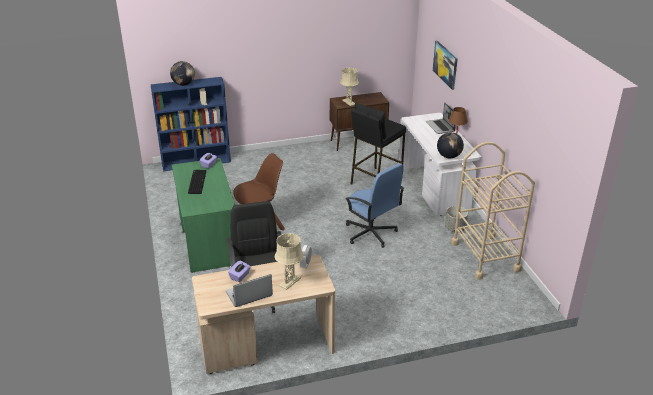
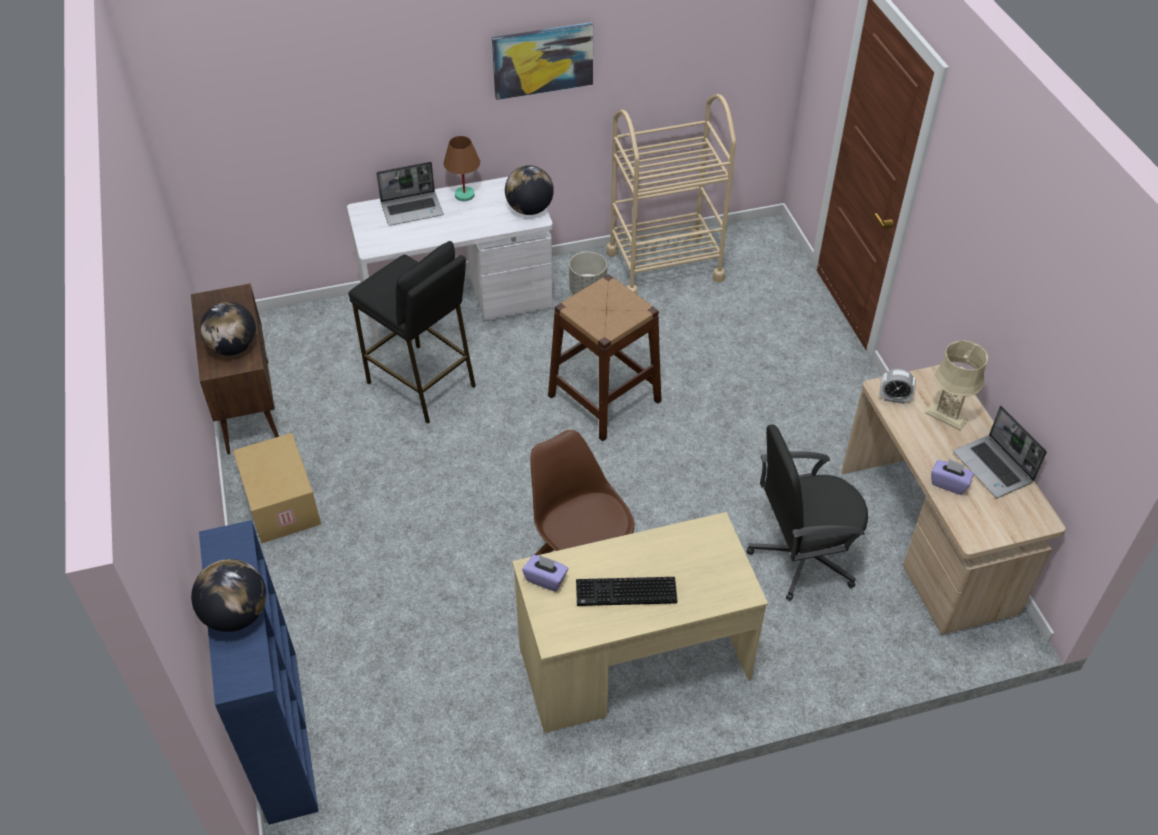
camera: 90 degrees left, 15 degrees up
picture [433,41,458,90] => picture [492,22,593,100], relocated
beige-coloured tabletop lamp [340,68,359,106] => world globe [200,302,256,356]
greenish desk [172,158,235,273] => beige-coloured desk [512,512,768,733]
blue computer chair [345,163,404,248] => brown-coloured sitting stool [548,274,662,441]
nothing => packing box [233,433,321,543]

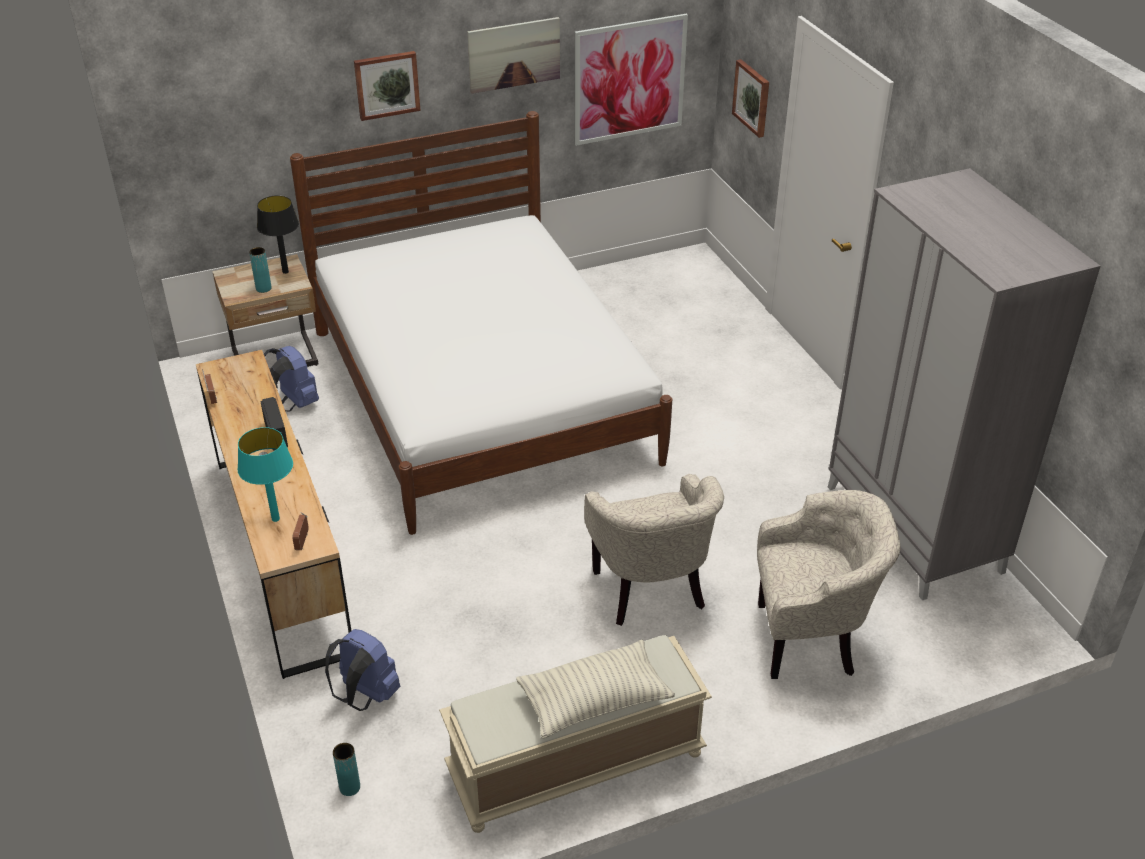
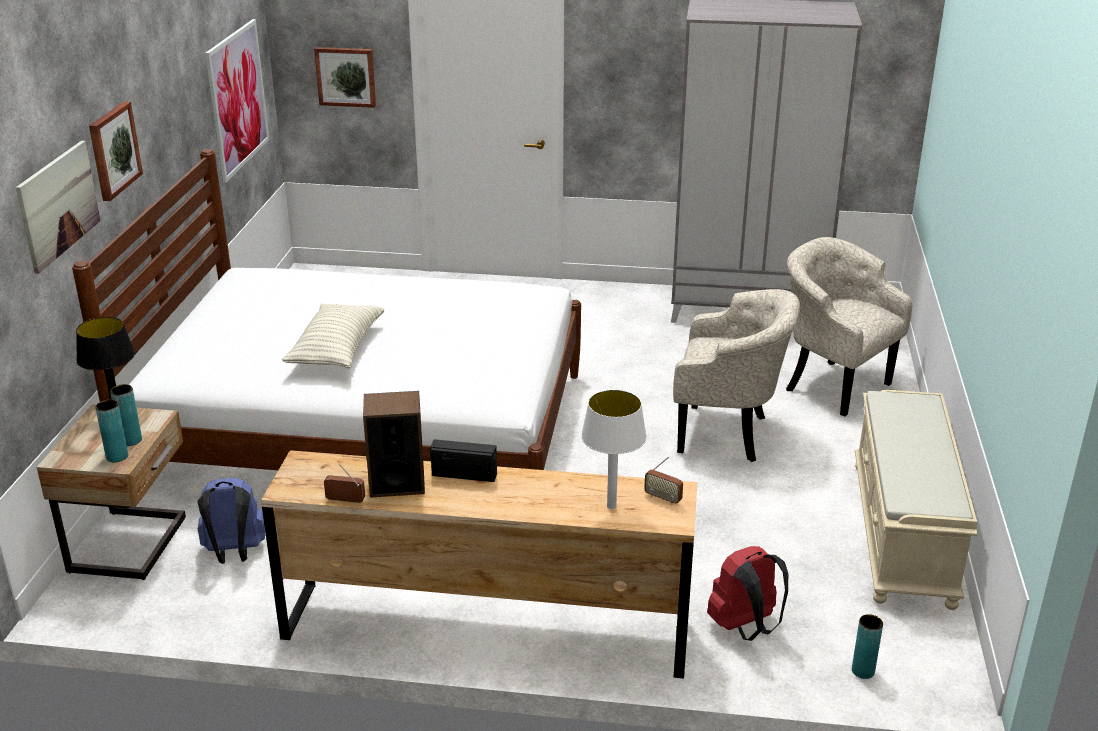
camera: 60 degrees left, 10 degrees down
picture [467,17,560,94] => picture [16,141,101,273], relocated
turquoise tabletop lamp [238,427,293,522] => whitish tabletop lamp [581,390,647,509]
beige-coloured lounge chair [757,490,901,679] => beige-coloured lounge chair [786,237,912,417], 75 degrees counterclockwise
blue knapsack [325,629,400,711] => reddish knapsack [707,546,788,641]
cushion [516,640,675,739] => cushion [282,304,384,368], relocated
nothing => audio speaker [363,391,425,498]
nothing => turquoise flower vase [95,400,128,462]

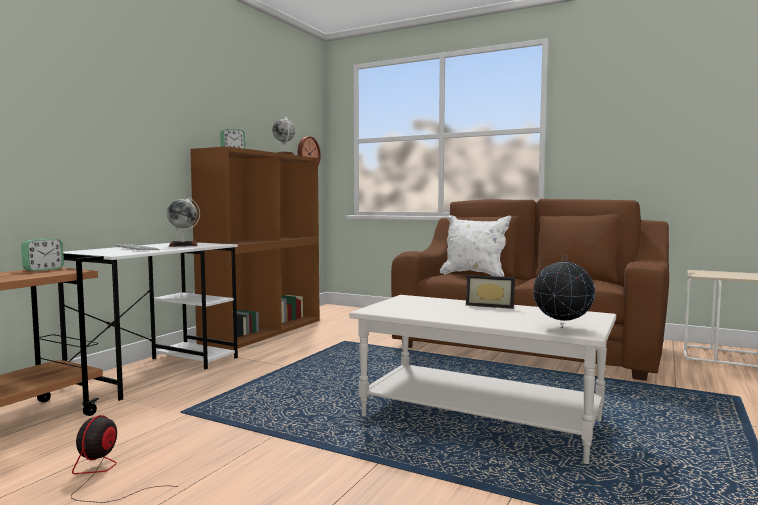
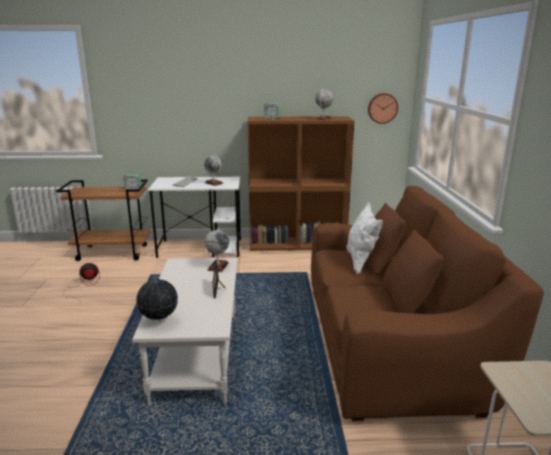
camera: 60 degrees right, 15 degrees up
nothing => world globe [205,228,229,272]

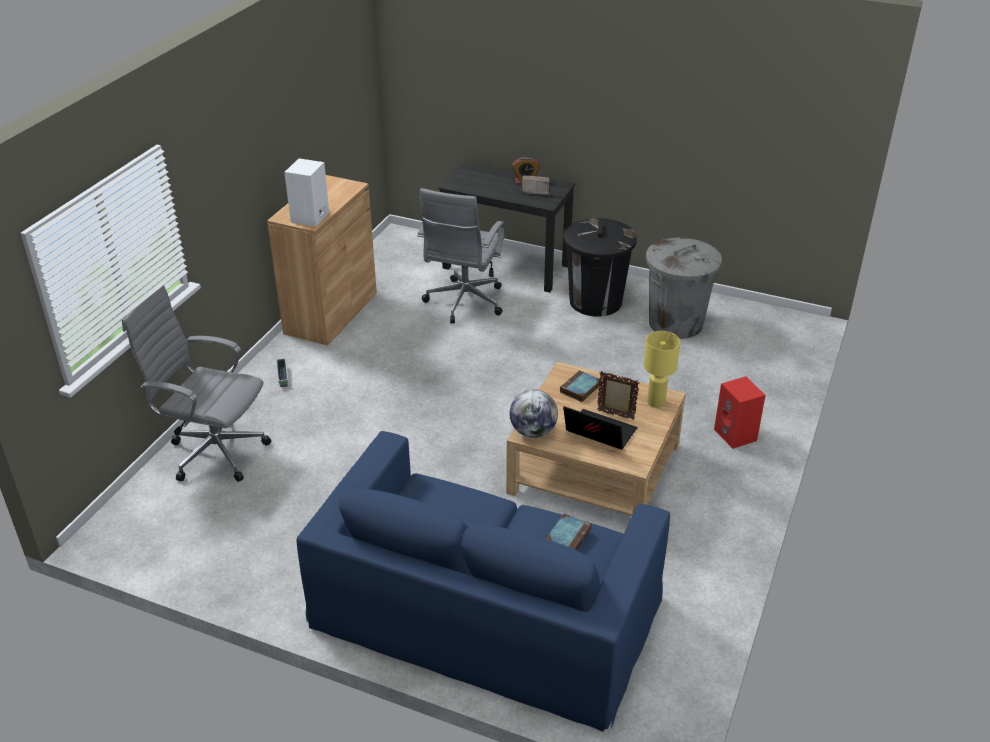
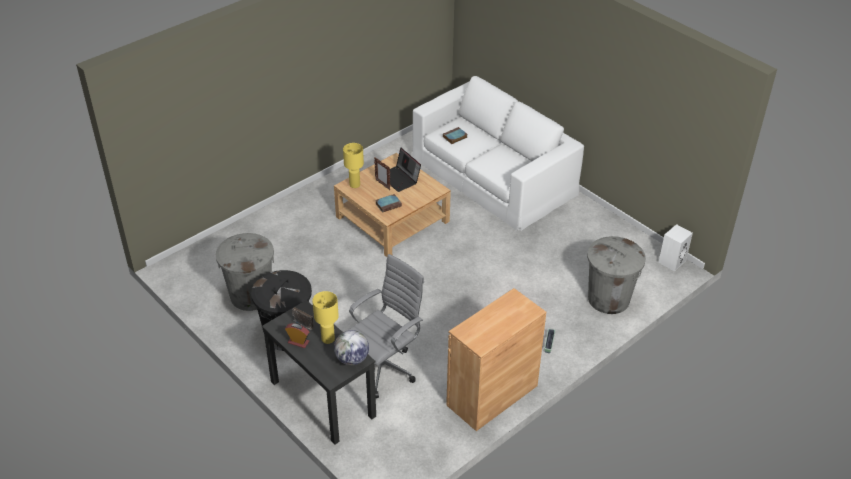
camera: 155 degrees left, 5 degrees up
whitish audio speaker [284,158,329,227] => whitish audio speaker [658,224,693,271], relocated
gray computer chair [122,285,271,482] => gray trash can [587,236,646,314]
reddish audio speaker [714,376,766,449] => nothing
world globe [510,389,558,438] => world globe [334,330,369,365], relocated
blue settee [296,431,670,732] => whitish settee [412,76,584,231]
nothing => yellowish tabletop lamp [312,291,339,344]

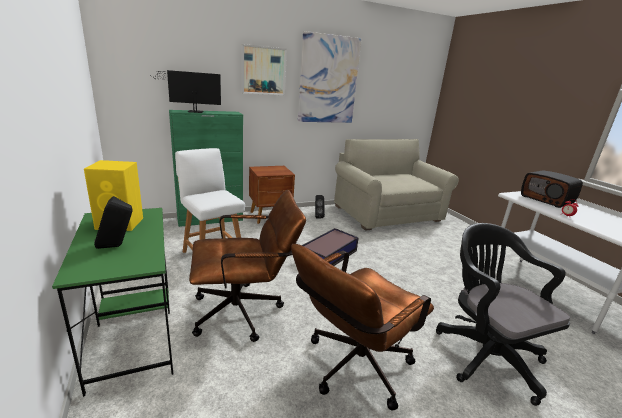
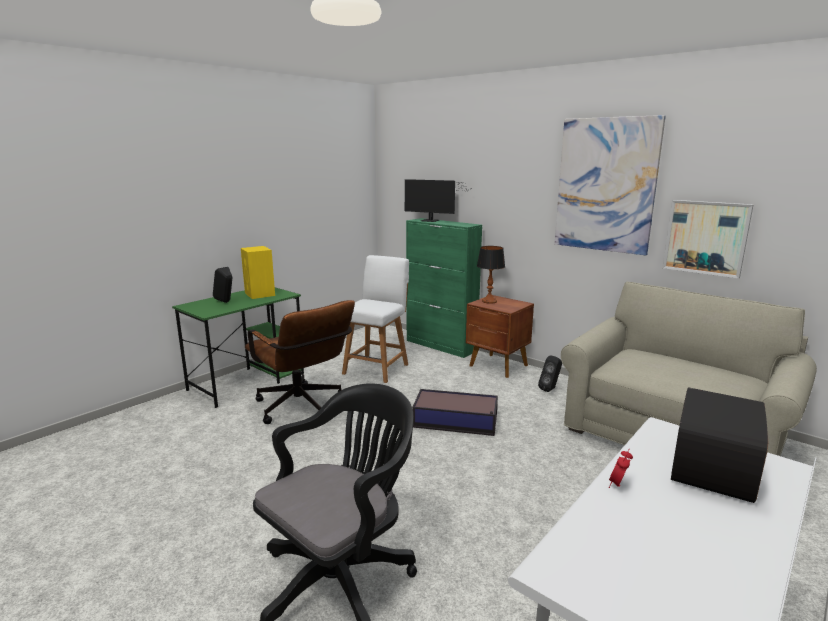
camera: 65 degrees right, 5 degrees down
picture [242,44,287,95] => picture [663,200,754,279], relocated
computer screen [153,70,221,113] => computer screen [404,179,472,222], 150 degrees clockwise
brown-coloured computer chair [291,244,434,411] => nothing
nothing => tabletop lamp [477,246,505,304]

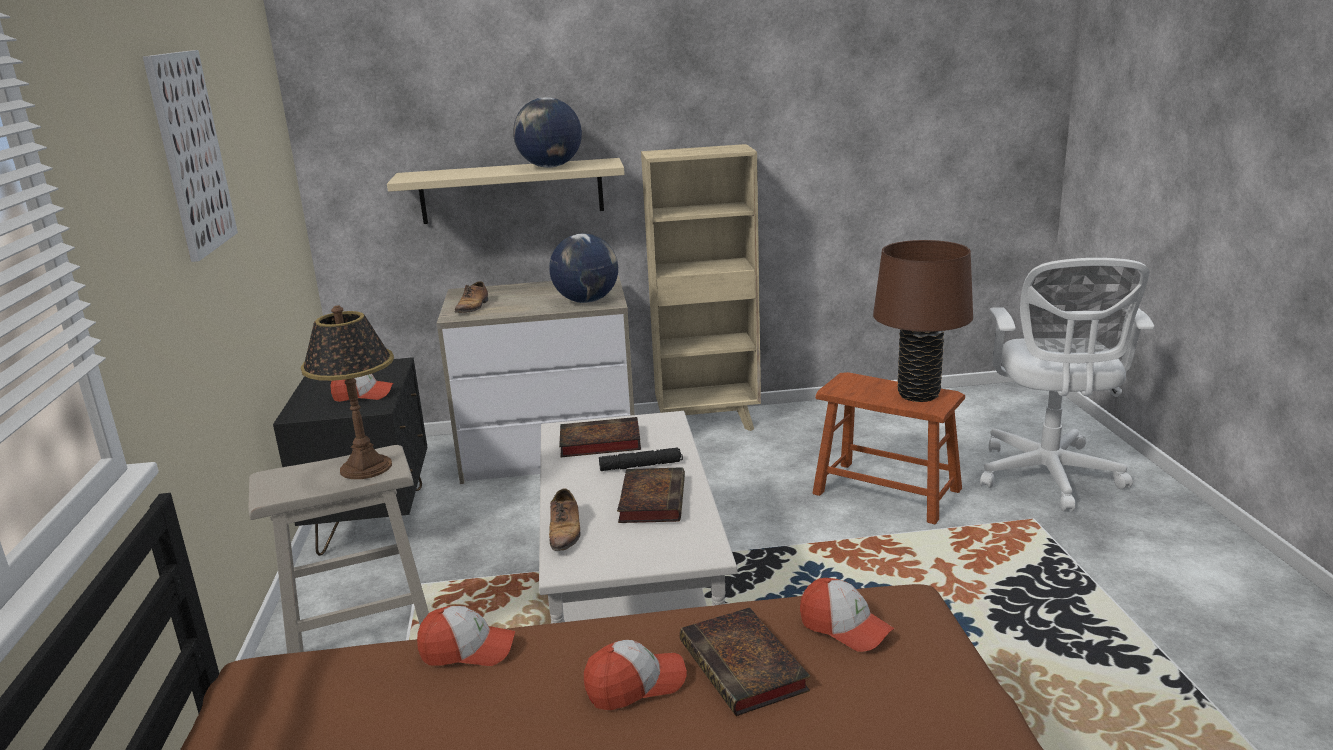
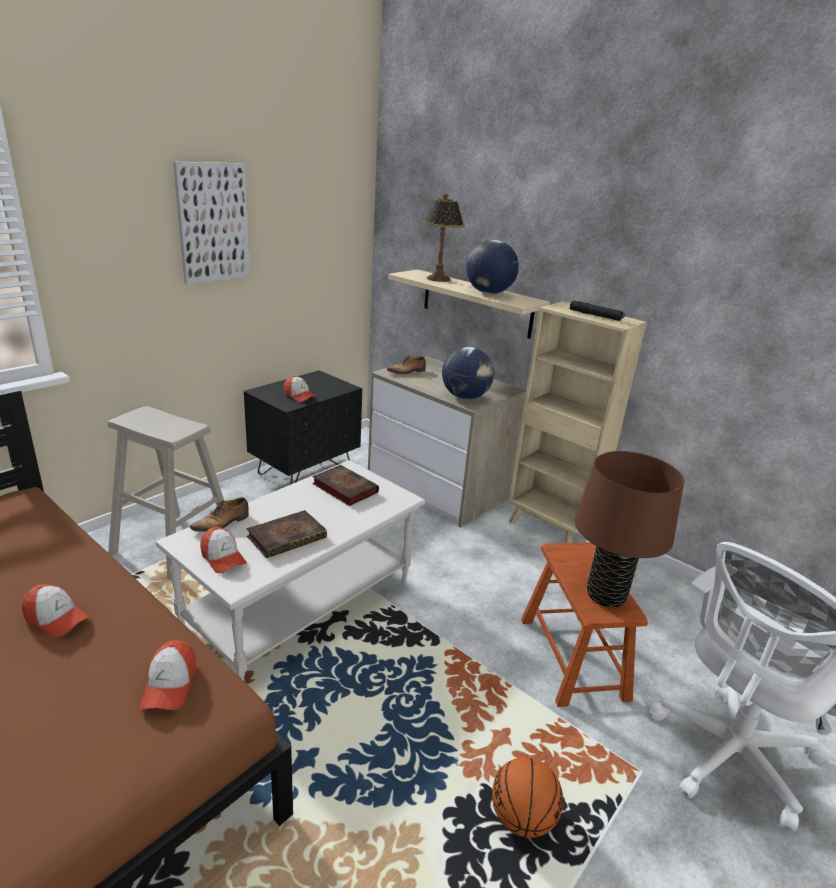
camera: 45 degrees right, 5 degrees up
tabletop lamp [301,306,394,479] => tabletop lamp [423,194,465,282], relocated
black-coloured hand torch [599,447,683,471] => black-coloured hand torch [570,300,625,321], relocated
cap [417,606,515,666] => cap [200,527,247,573], relocated
volume [680,607,810,716] => nothing
nothing => basketball [492,757,563,838]

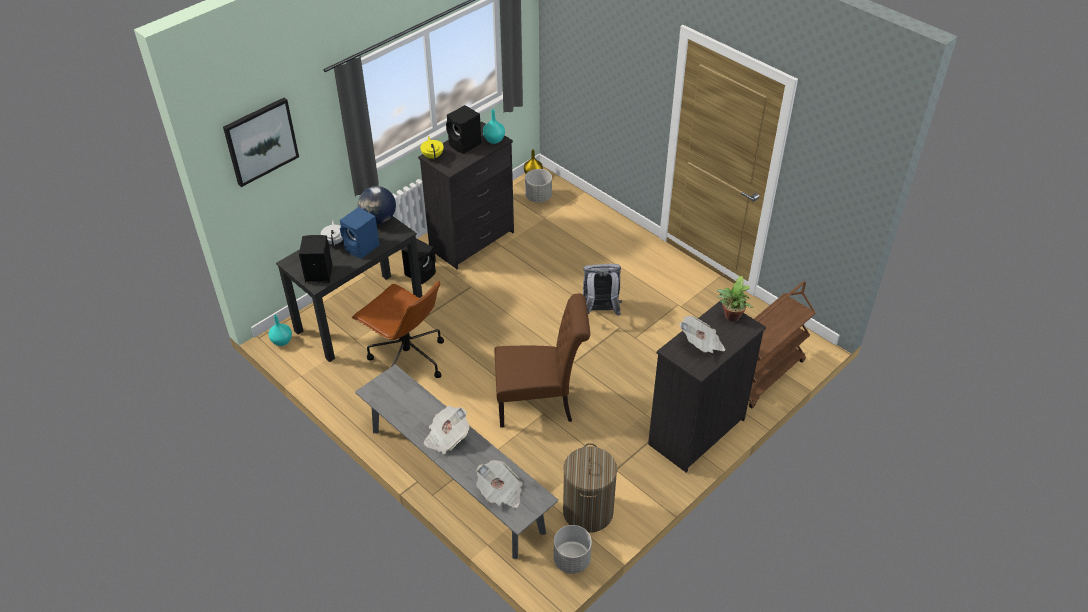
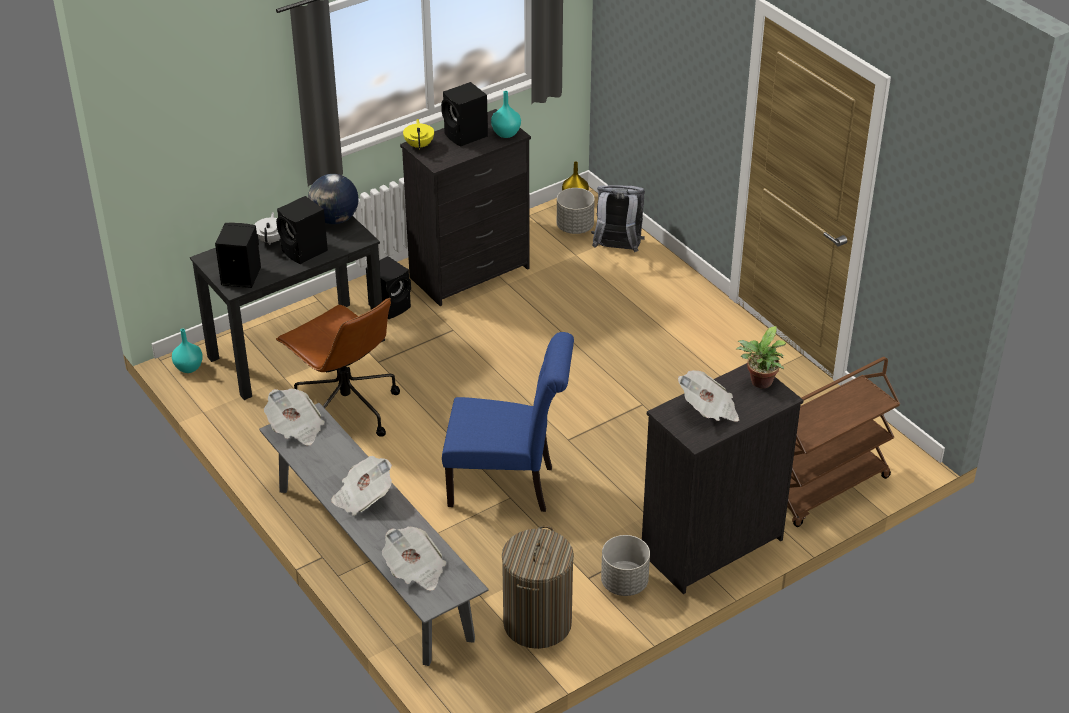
camera: 10 degrees right, 5 degrees down
picture [223,98,299,187] => nothing
blue audio speaker [340,207,380,259] => black-coloured audio speaker [276,196,328,264]
gray knapsack [583,264,622,316] => gray knapsack [591,185,645,252], relocated
brown-coloured plain chair [494,293,590,428] => blue plain chair [442,332,574,512]
gray plant pot [554,525,592,574] => gray plant pot [601,535,650,596], relocated
nothing => newspaper [264,389,325,446]

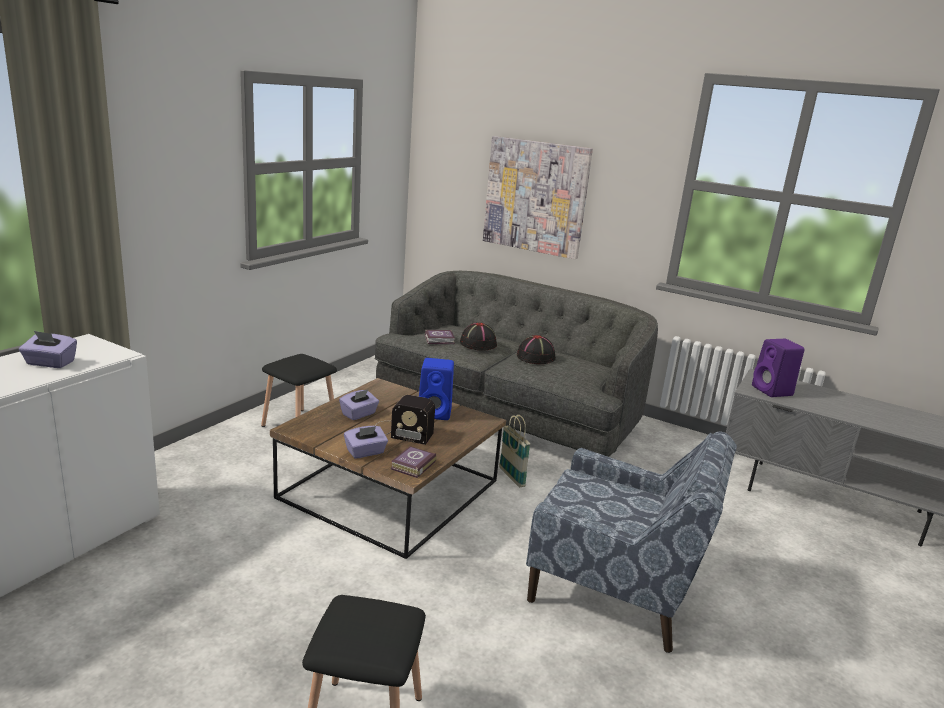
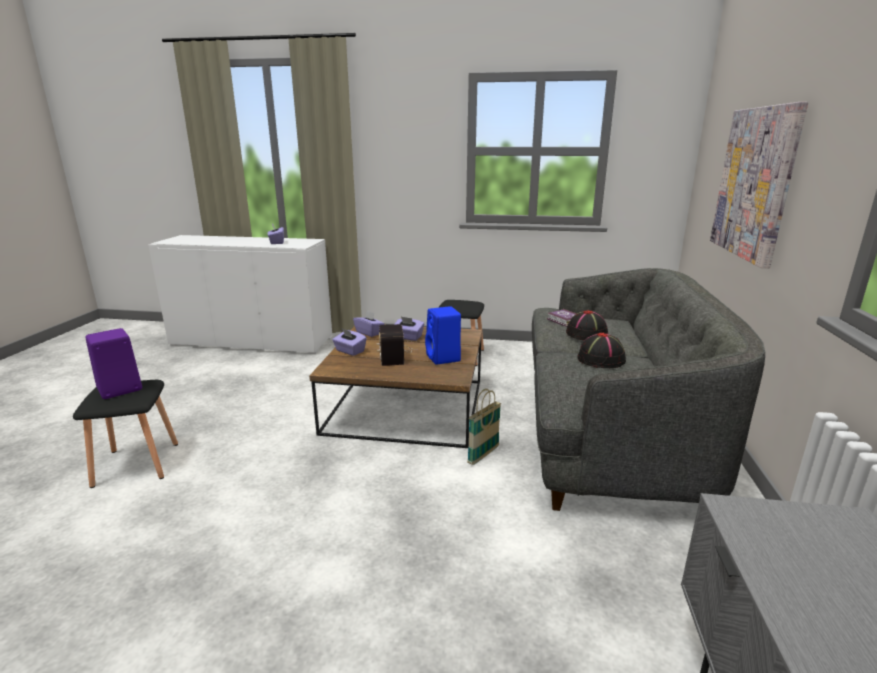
camera: 70 degrees right, 0 degrees up
purple-coloured audio speaker [752,339,805,397] => purple-coloured audio speaker [86,328,142,399], relocated
blue lounge chair [526,432,737,653] => nothing
volume [390,446,436,478] => nothing
nothing => purple-coloured tissue box [353,311,384,337]

